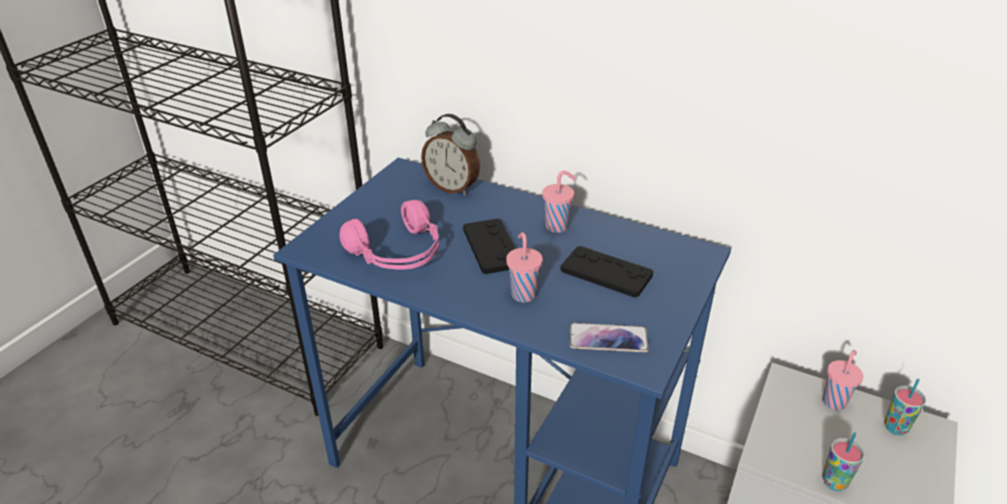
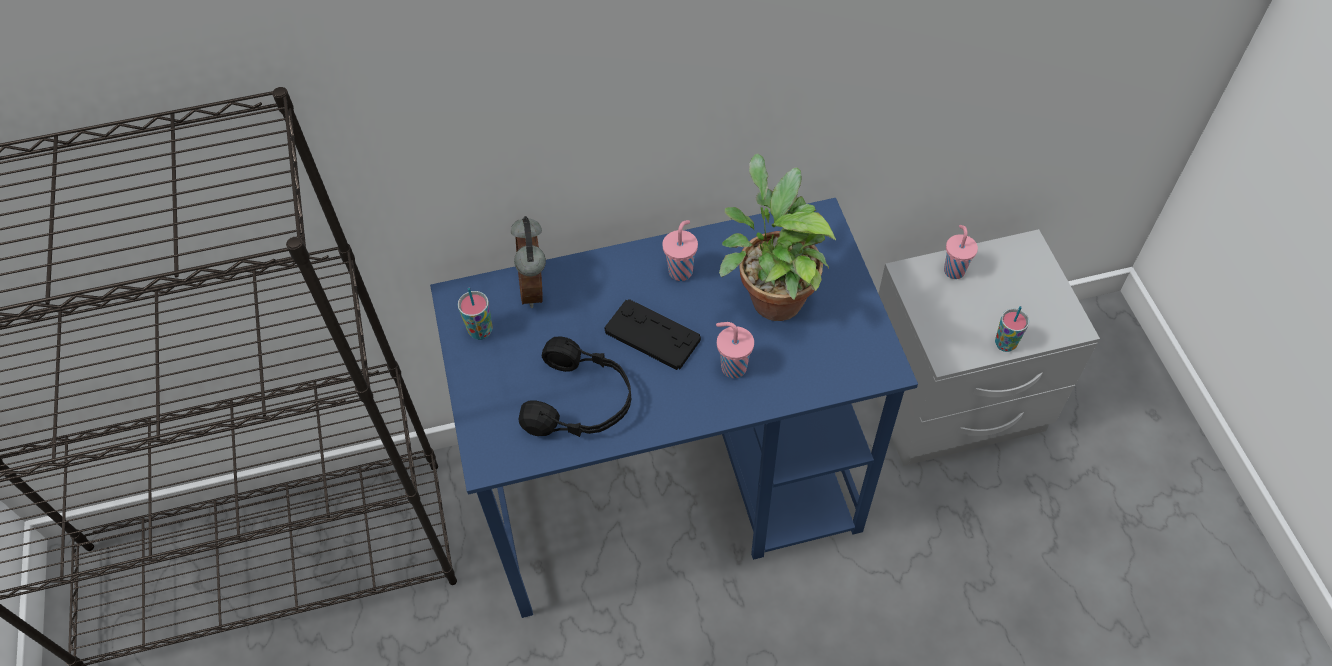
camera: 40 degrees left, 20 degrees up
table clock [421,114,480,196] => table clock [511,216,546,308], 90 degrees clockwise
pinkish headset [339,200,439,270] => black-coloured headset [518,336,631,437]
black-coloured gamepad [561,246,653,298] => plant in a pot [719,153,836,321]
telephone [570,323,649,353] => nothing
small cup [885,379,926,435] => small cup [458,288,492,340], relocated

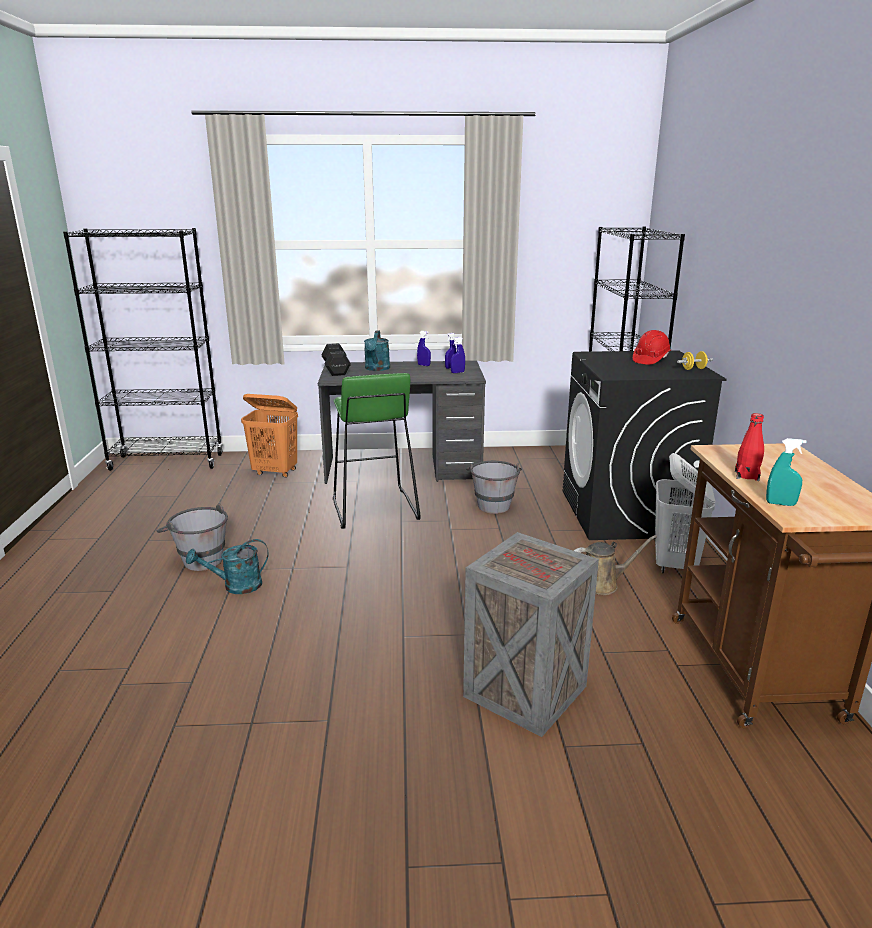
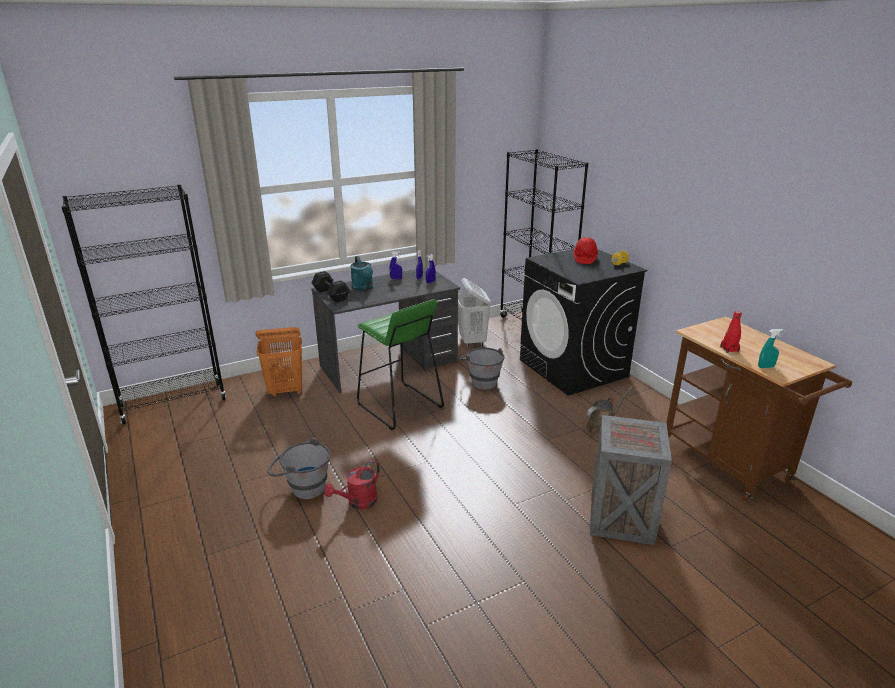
camera: 25 degrees left, 5 degrees up
whitish hamper [655,453,715,573] => whitish hamper [458,278,491,347], relocated
turquoise watering can [186,539,268,594] => reddish watering can [324,460,380,509]

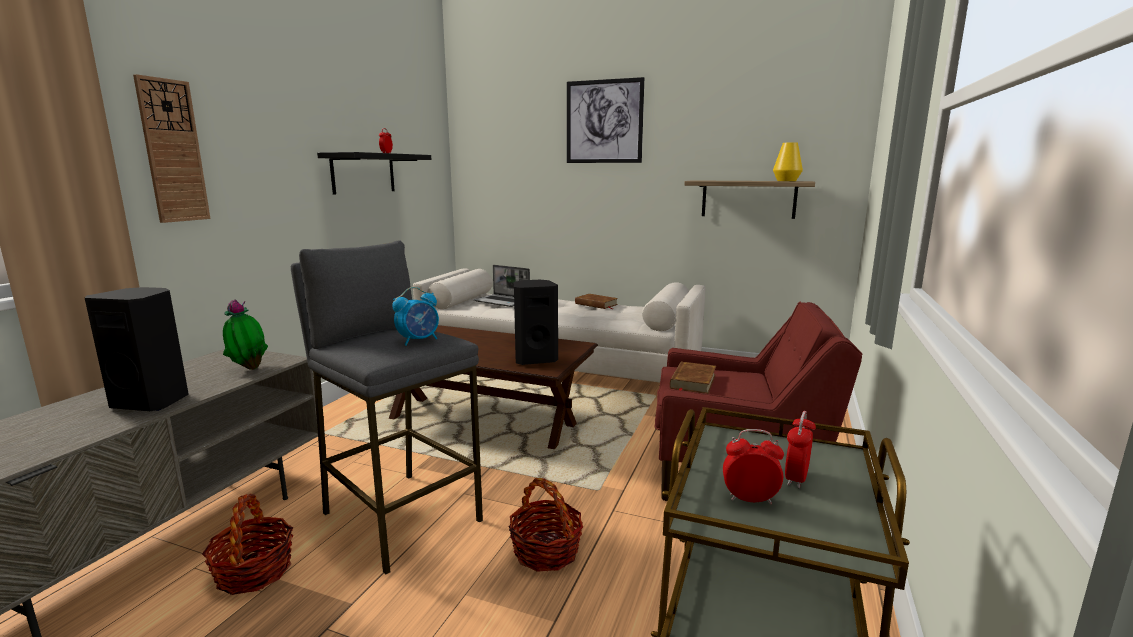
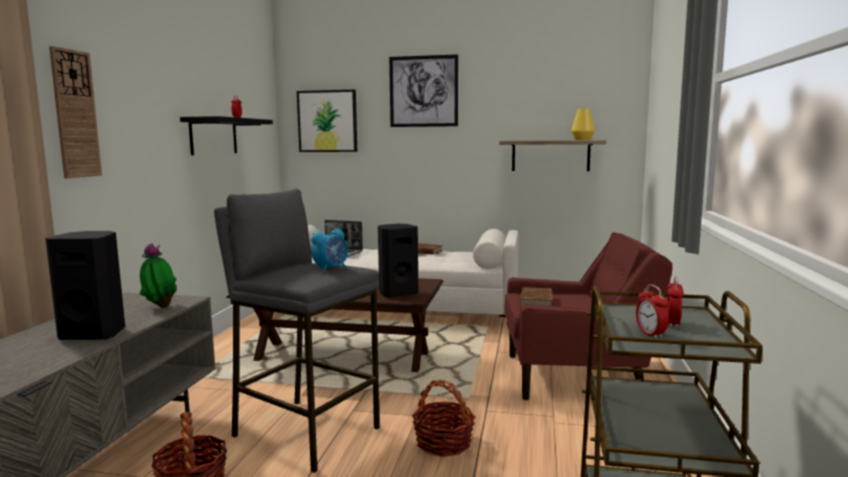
camera: 10 degrees left, 5 degrees down
table clock [723,429,784,504] => table clock [636,284,669,338], 105 degrees counterclockwise
nothing => picture [297,90,357,152]

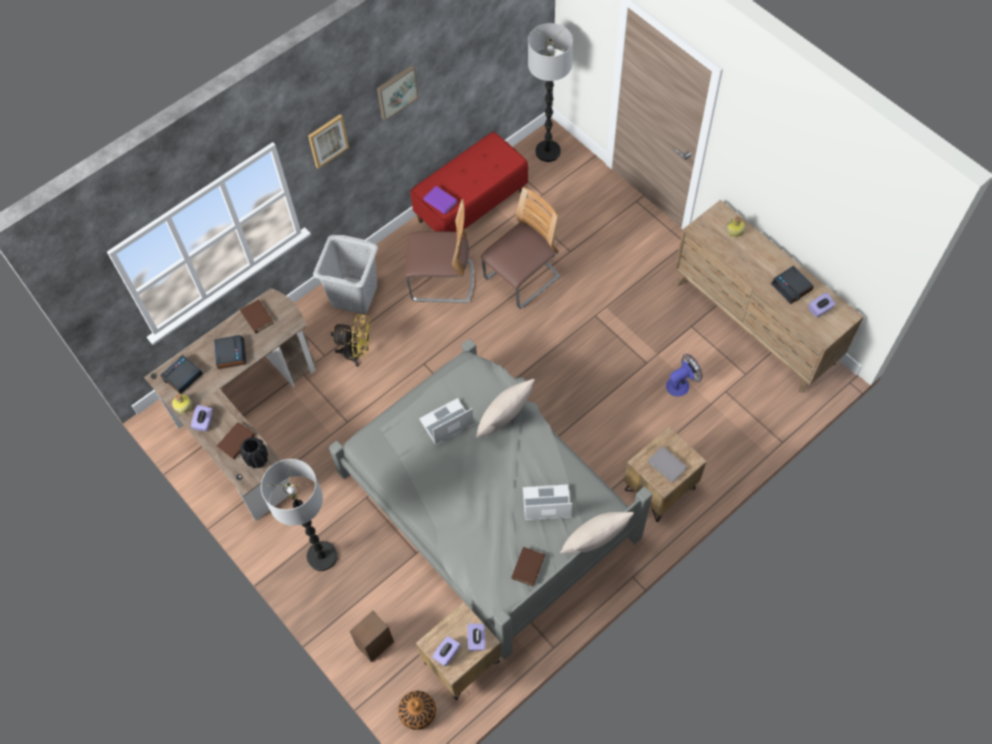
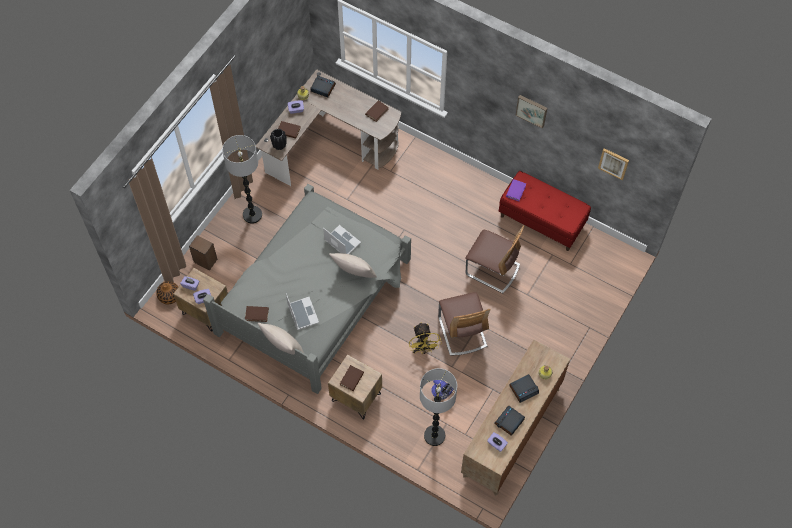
camera: 70 degrees right, 0 degrees up
floor lamp [528,23,573,162] => floor lamp [420,368,457,446], relocated
picture [308,114,349,169] => picture [598,148,629,180], relocated
plain chair [405,199,474,303] => plain chair [438,292,491,356], relocated
gray hamper [313,235,378,314] => nothing
yellowish electric fan [331,314,371,367] => yellowish electric fan [409,323,442,354], relocated
table clock [214,335,246,369] => table clock [509,374,539,403], relocated
gray volume [648,446,687,483] => brown-coloured volume [340,365,364,391]

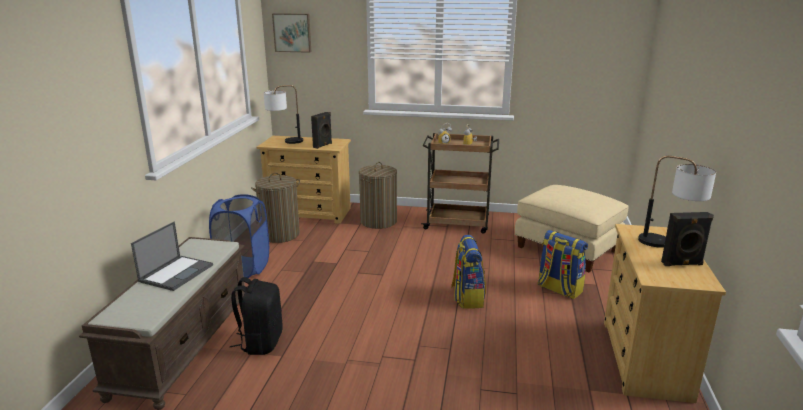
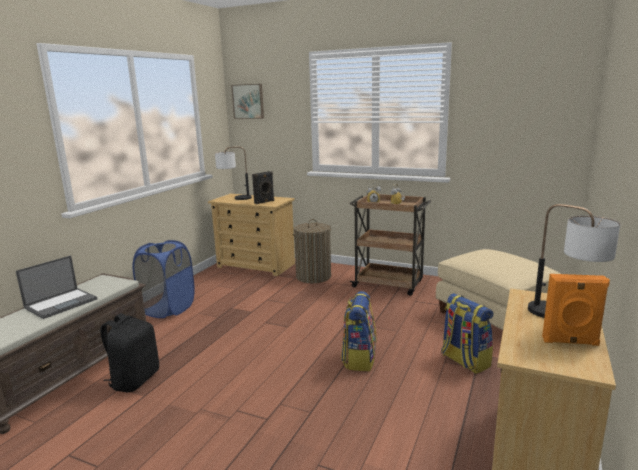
camera: 15 degrees right, 5 degrees down
hamper [251,173,300,243] => nothing
black-coloured audio speaker [661,212,714,266] => orangey audio speaker [542,274,610,346]

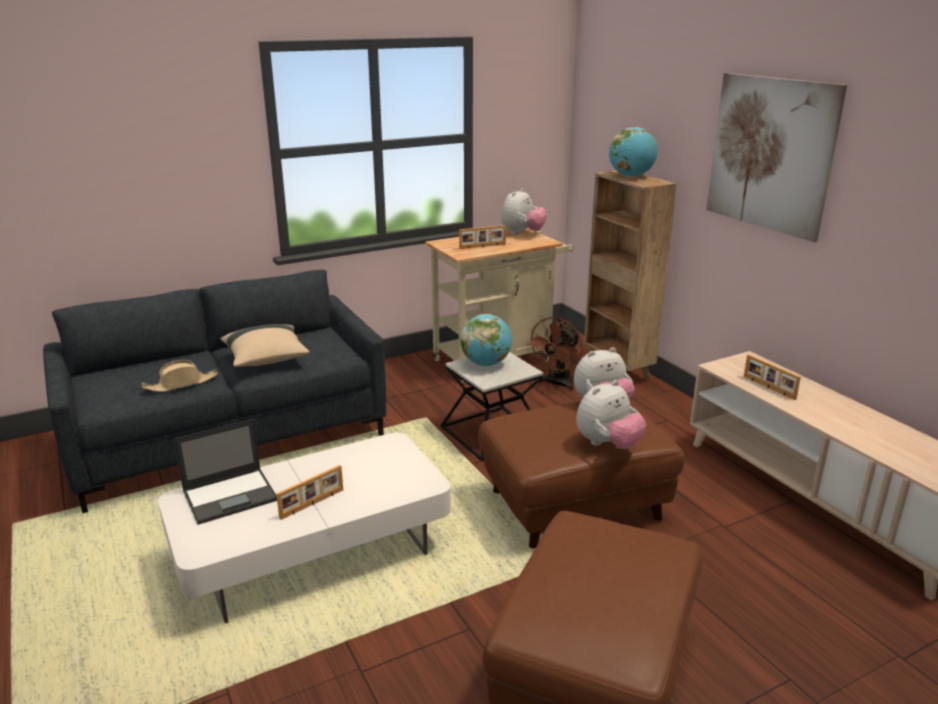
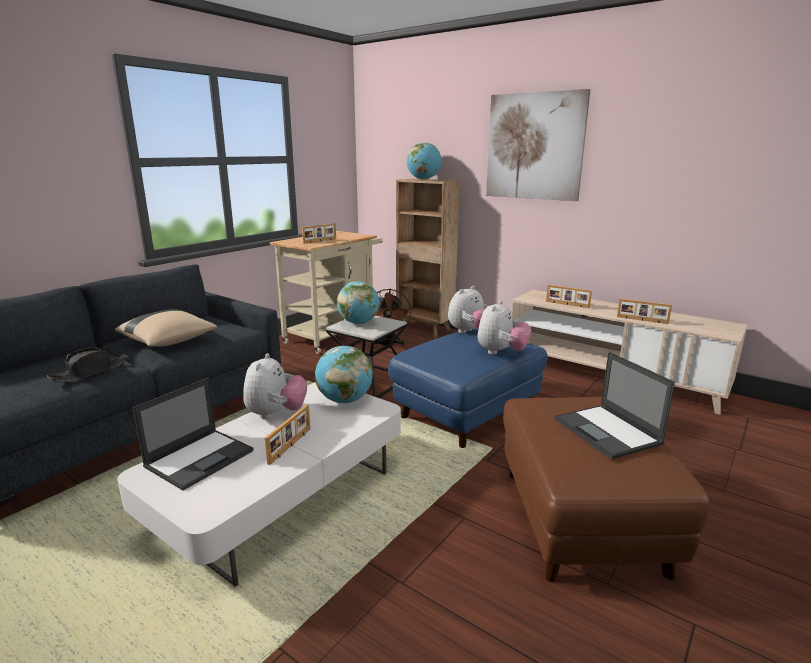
camera: 25 degrees left, 5 degrees down
cuddly toy [501,188,547,235] => cuddly toy [243,353,307,419], relocated
beige-coloured clothing hat [141,360,219,392] => black-coloured clothing hat [47,348,129,382]
brown-coloured pouffe [478,402,685,548] => blue pouffe [388,328,547,448]
nothing => photo frame [617,299,672,324]
nothing => world globe [315,346,373,403]
nothing => notebook computer [554,352,675,459]

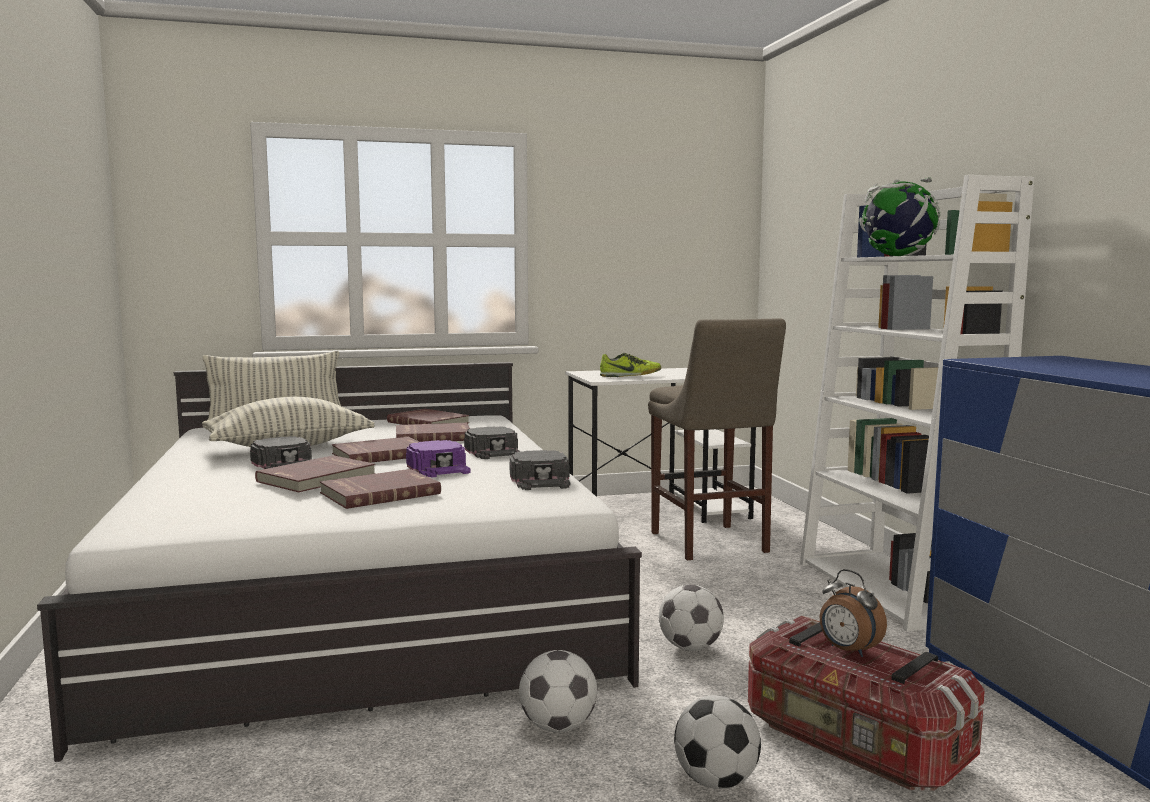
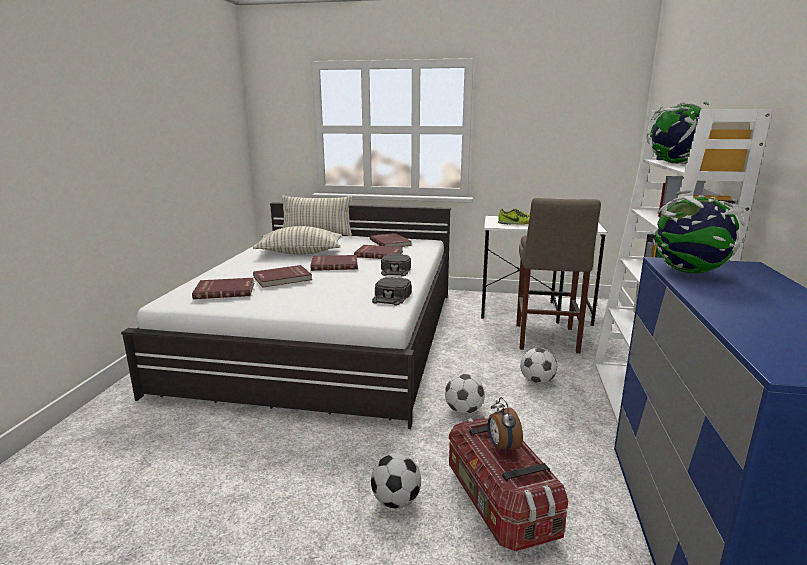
camera: 25 degrees right, 10 degrees up
black-coloured cap [250,436,312,469] => nothing
purple-coloured cap [406,440,471,478] => nothing
reddish volume [320,469,441,509] => reddish volume [192,278,254,299], relocated
football ball [519,650,597,732] => football ball [520,348,557,384], relocated
nothing => world globe [652,190,745,273]

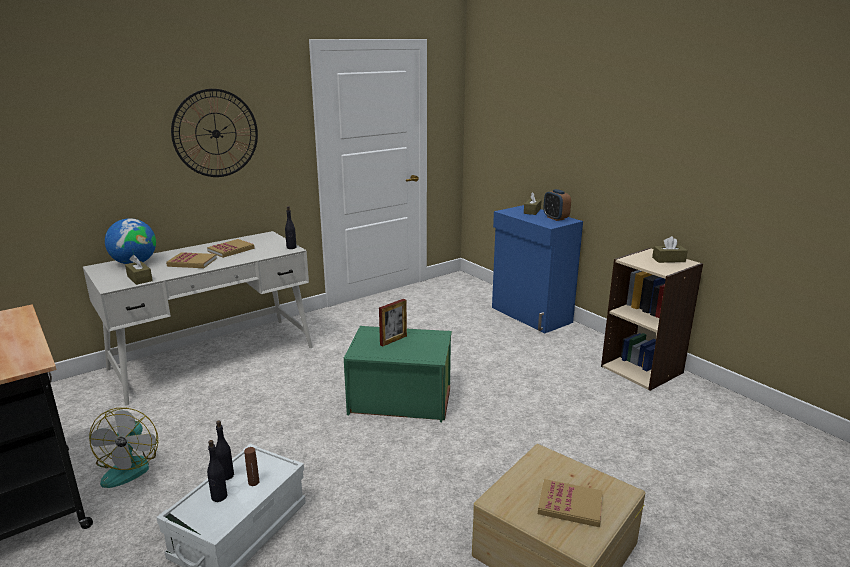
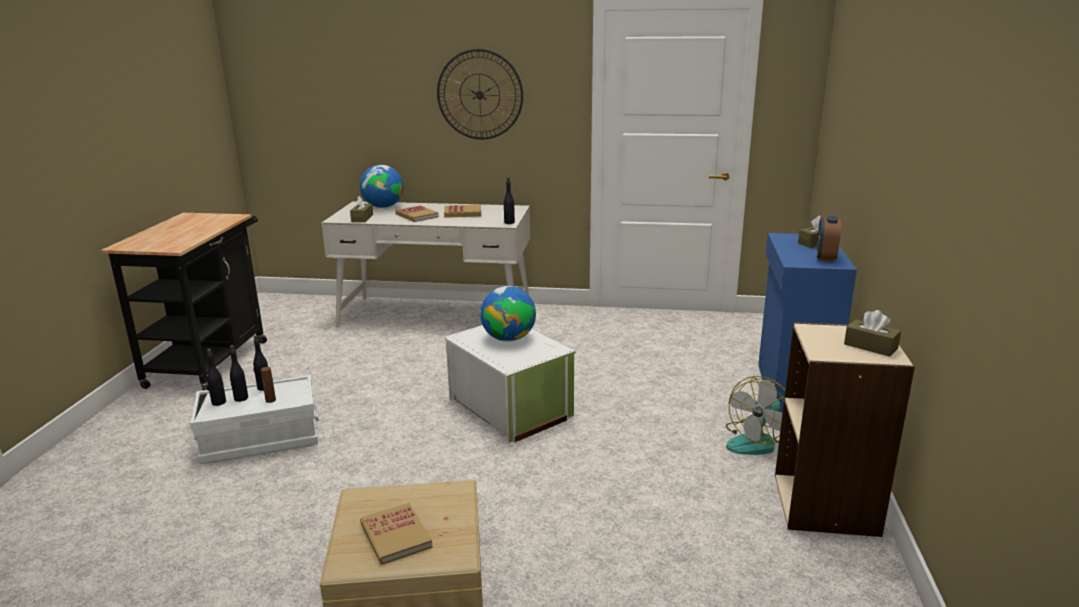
camera: 45 degrees right, 0 degrees up
photo frame [379,299,407,346] => world globe [480,286,536,342]
greenish storage container [344,326,452,422] => whitish storage container [444,325,575,443]
electric fan [89,408,158,488] => electric fan [726,376,785,455], relocated
nothing => black-coloured beverage bottle [207,349,226,406]

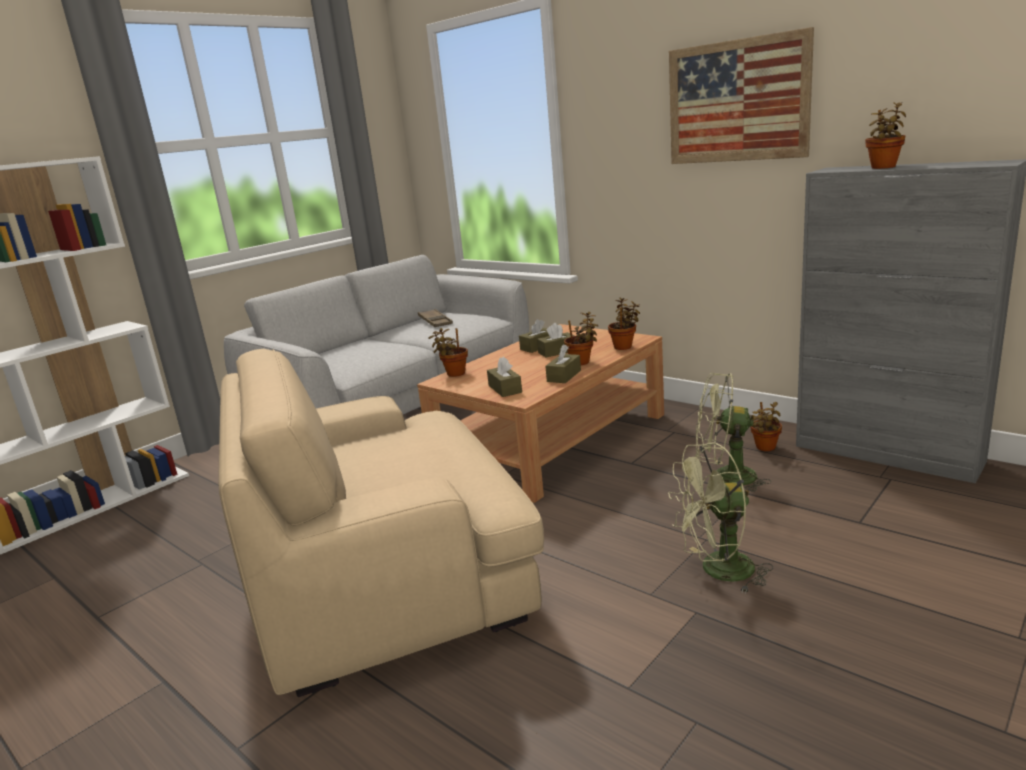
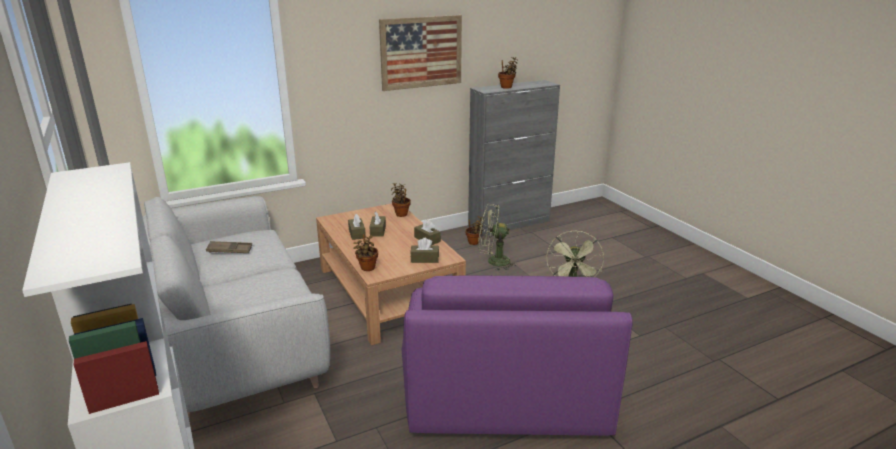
camera: 70 degrees left, 5 degrees up
plant in a pot [564,312,599,365] => nothing
beige-coloured lounge chair [218,349,544,697] => purple-coloured lounge chair [402,276,633,436]
greenish electric fan [696,373,771,492] => greenish electric fan [478,204,517,270], 60 degrees clockwise

